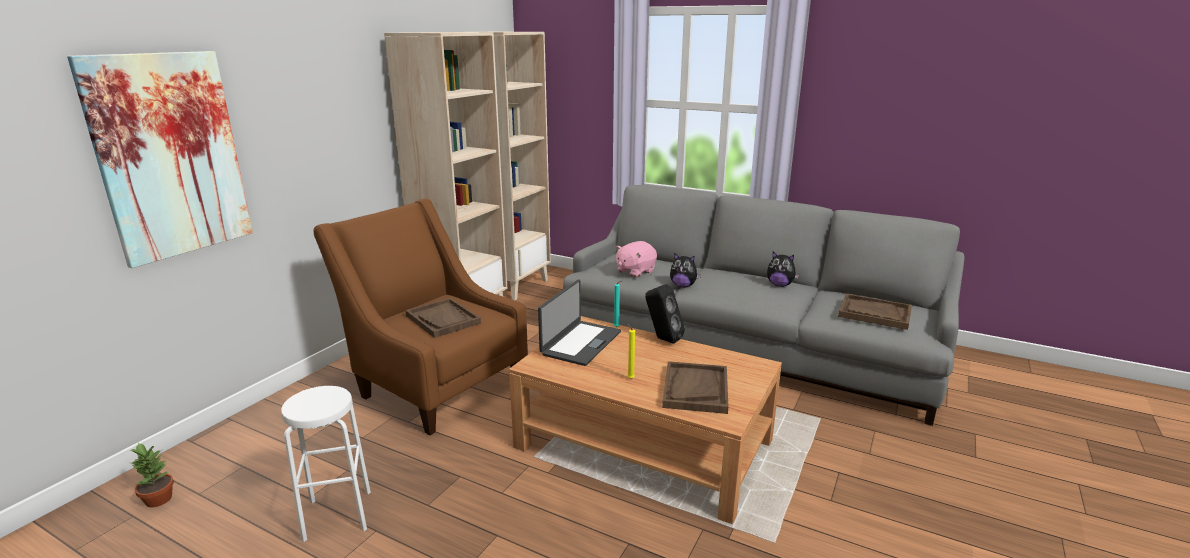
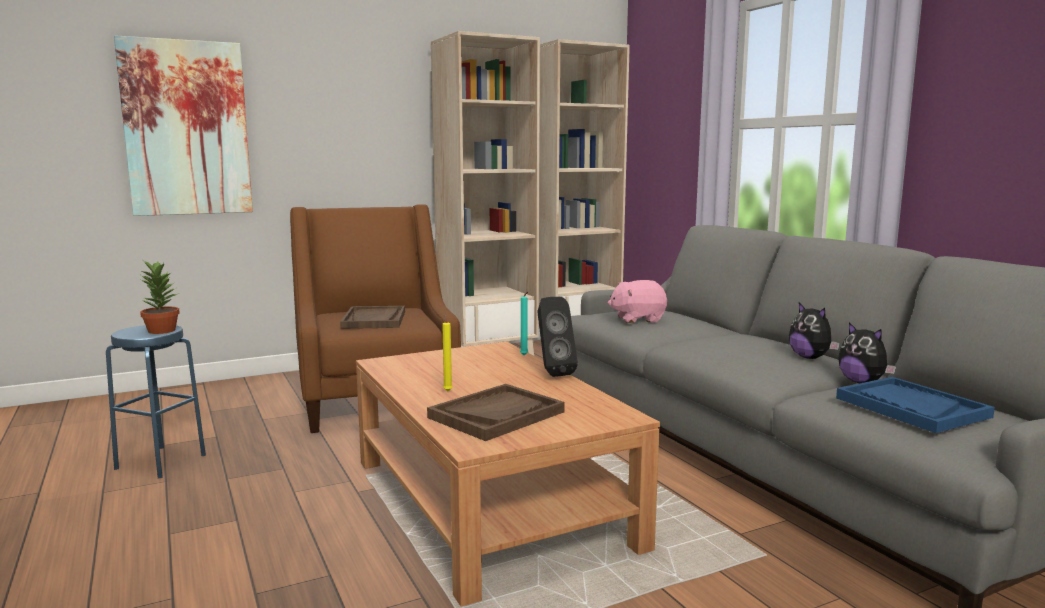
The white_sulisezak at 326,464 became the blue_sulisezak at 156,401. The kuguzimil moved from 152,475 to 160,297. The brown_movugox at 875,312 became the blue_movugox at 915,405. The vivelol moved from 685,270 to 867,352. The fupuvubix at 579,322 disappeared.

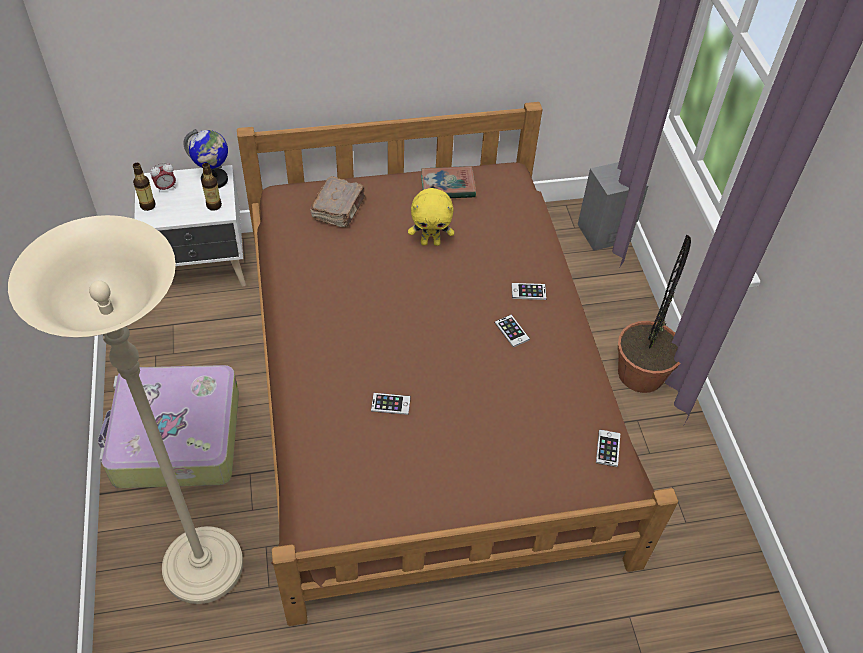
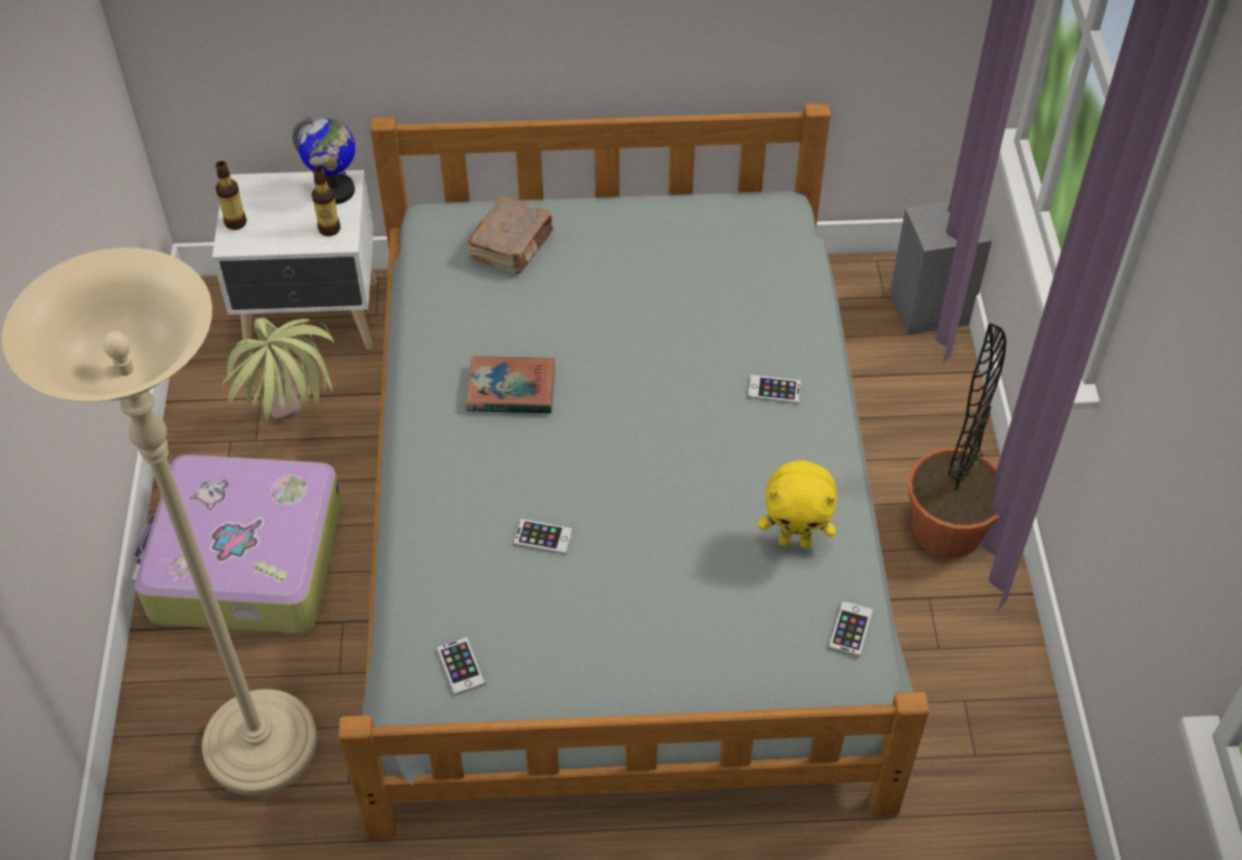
The kuguzimil at 278,370 appeared. The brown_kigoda at 457,364 became the grey_kigoda at 634,471. The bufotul moved from 512,331 to 461,666. The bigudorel moved from 448,182 to 510,384. The yellow_vivelol moved from 431,217 to 797,504. The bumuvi at 163,178 disappeared.

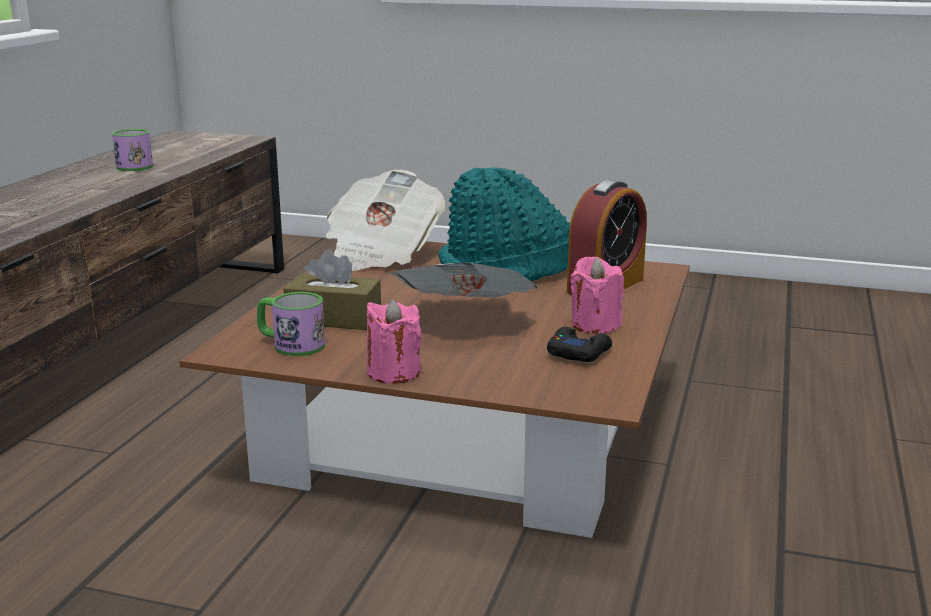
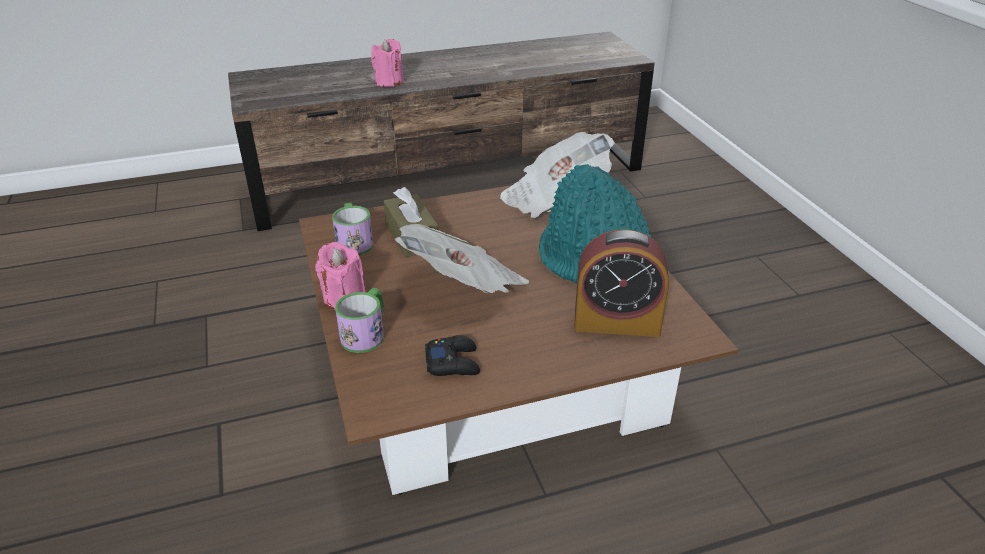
The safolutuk moved from 132,150 to 359,320. The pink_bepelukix moved from 597,295 to 387,63.

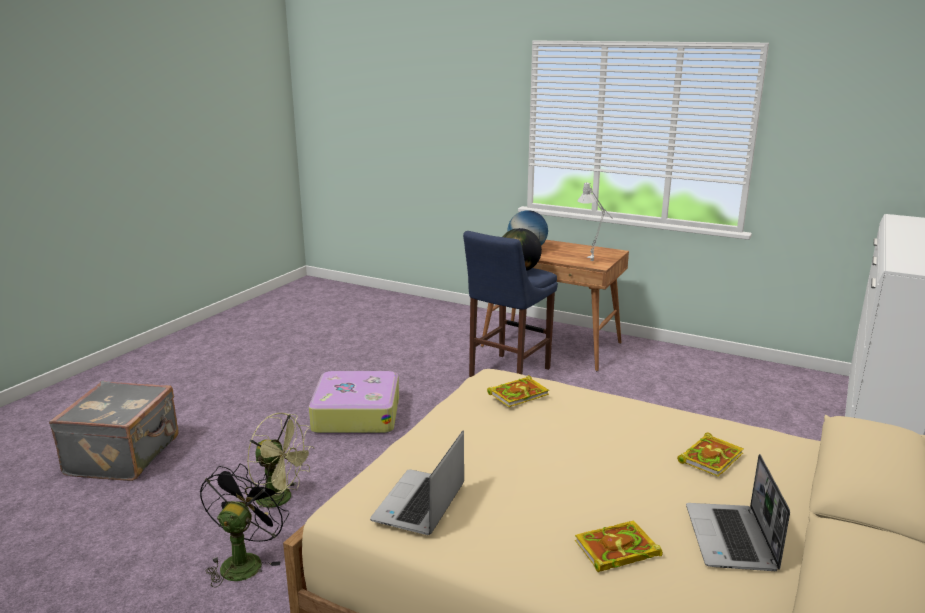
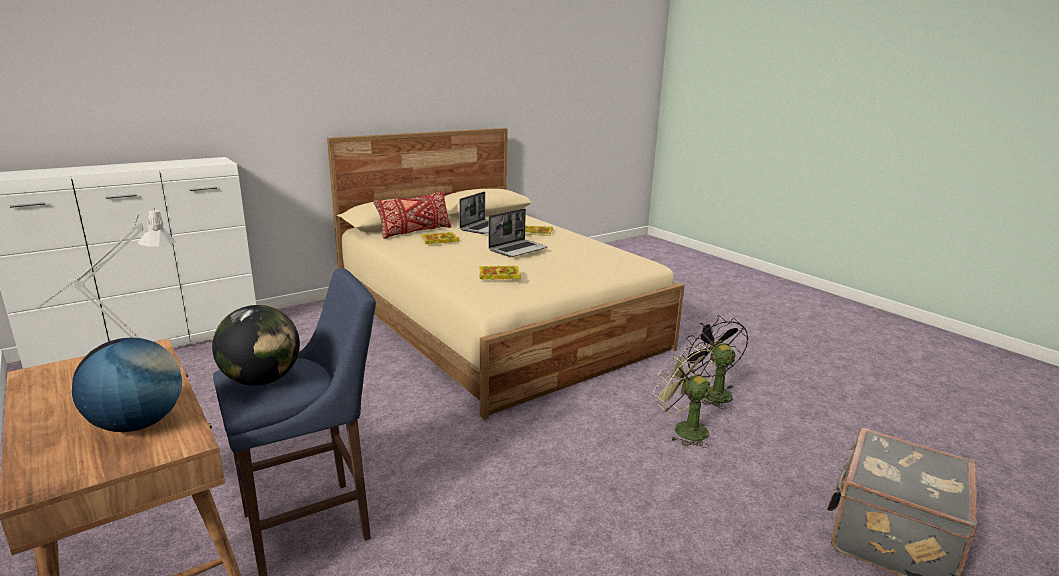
The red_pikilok at 412,215 appeared. The fupuvubix moved from 417,482 to 518,232. The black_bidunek at 244,526 turned 120 degrees clockwise. The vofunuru at 354,402 disappeared.

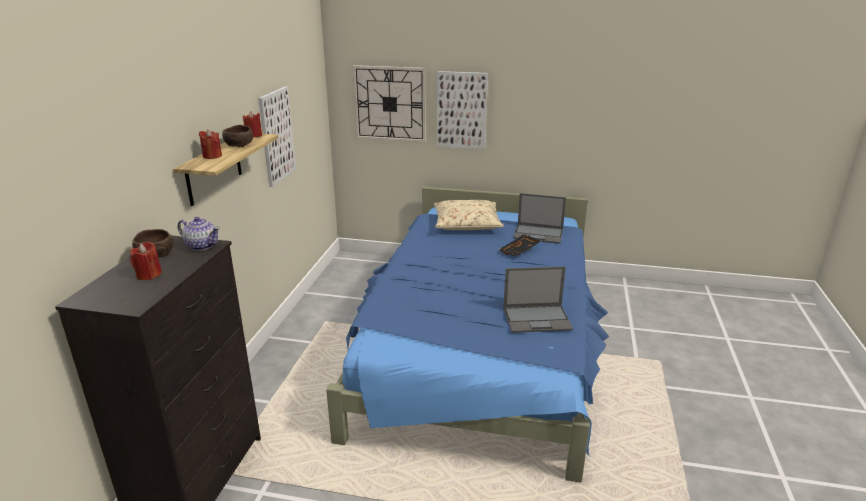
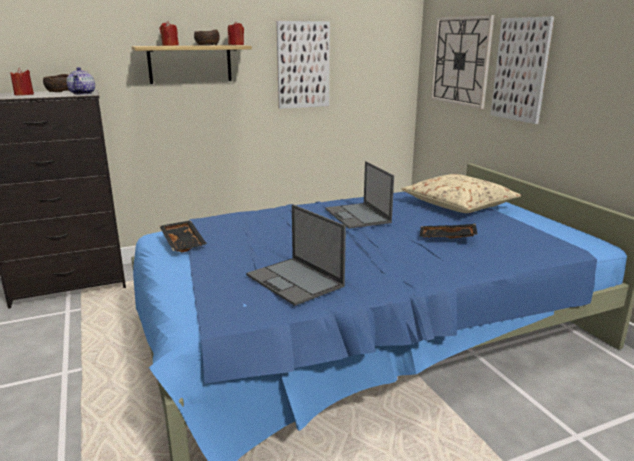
The black_movugox at 183,236 appeared. The fupuvubix moved from 539,218 to 359,195.

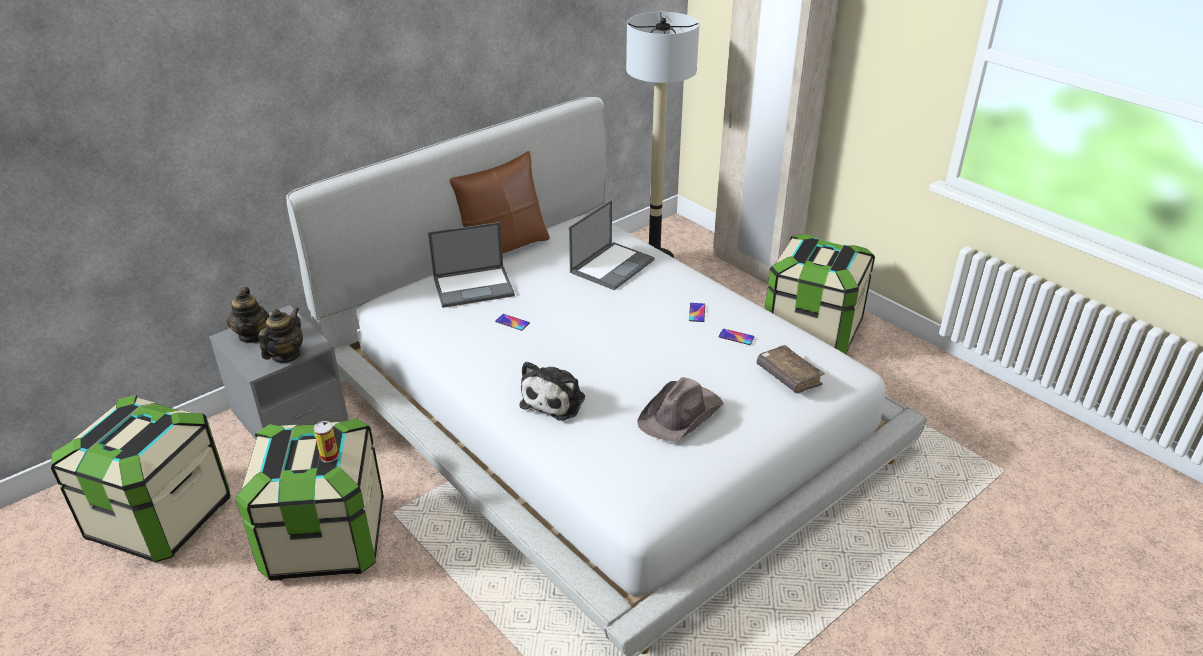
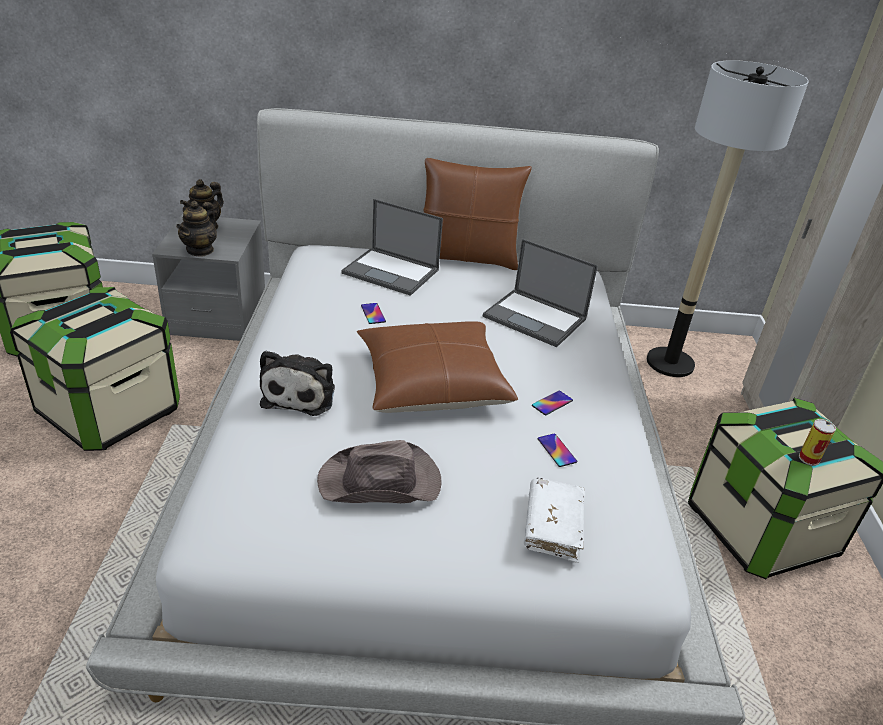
The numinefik at 280,335 turned 135 degrees clockwise. The vivelol at 552,391 turned 60 degrees counterclockwise. The brown_pikilok at 437,367 appeared. The fupuvubix at 611,245 turned 45 degrees clockwise. The brown_bigudorel at 791,369 became the white_bigudorel at 554,520. The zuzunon moved from 326,442 to 817,442.

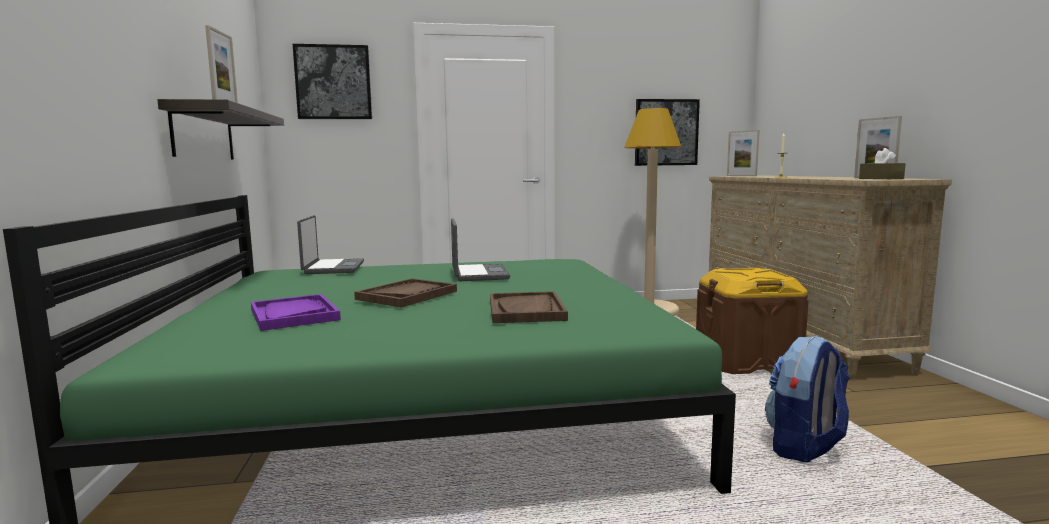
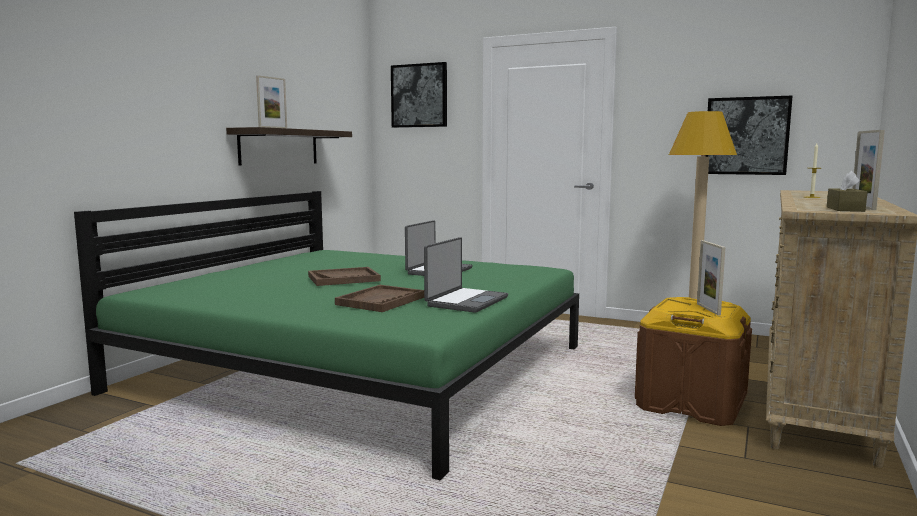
The fupuvubix moved from 330,244 to 466,275. The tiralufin moved from 743,153 to 711,277. The purple_movugox at 296,312 disappeared. The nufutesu at 807,399 disappeared.

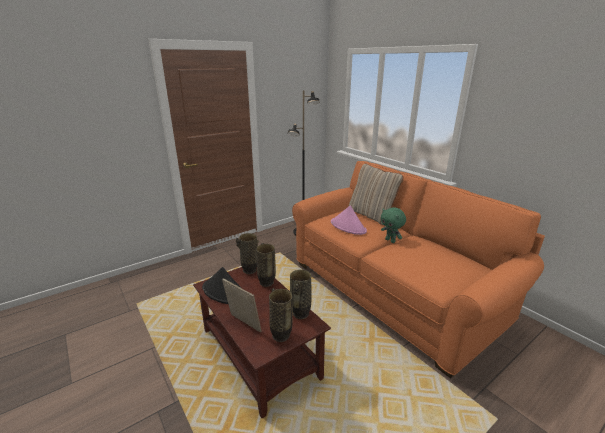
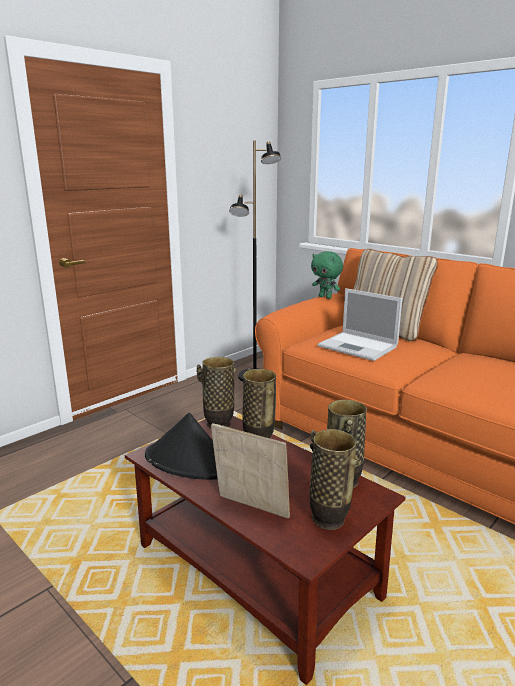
The green_vivelol moved from 393,225 to 327,275. The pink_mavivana at 349,220 was replaced by the fupuvubix at 360,324.

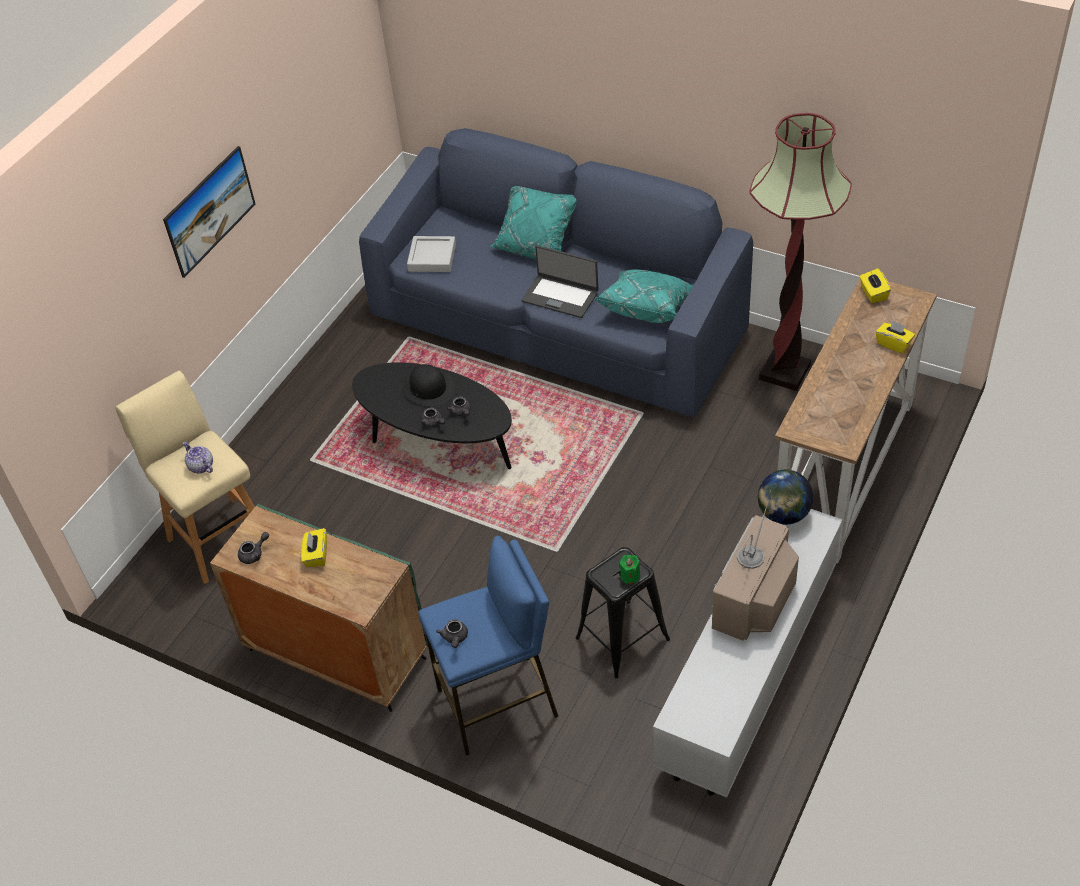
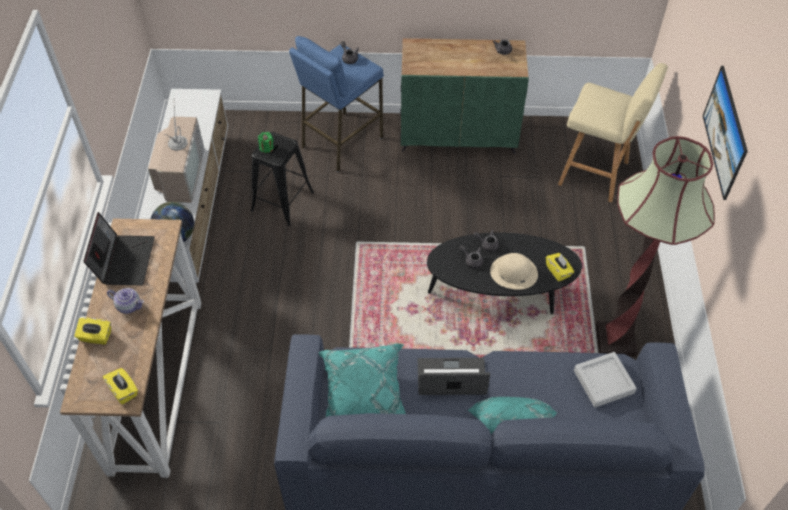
The fupuvubix at 119,248 appeared. The numinefik moved from 198,458 to 125,301. The black_mavivana at 428,385 became the beige_mavivana at 514,271. The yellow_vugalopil moved from 314,547 to 560,267. The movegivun moved from 800,252 to 655,246.

